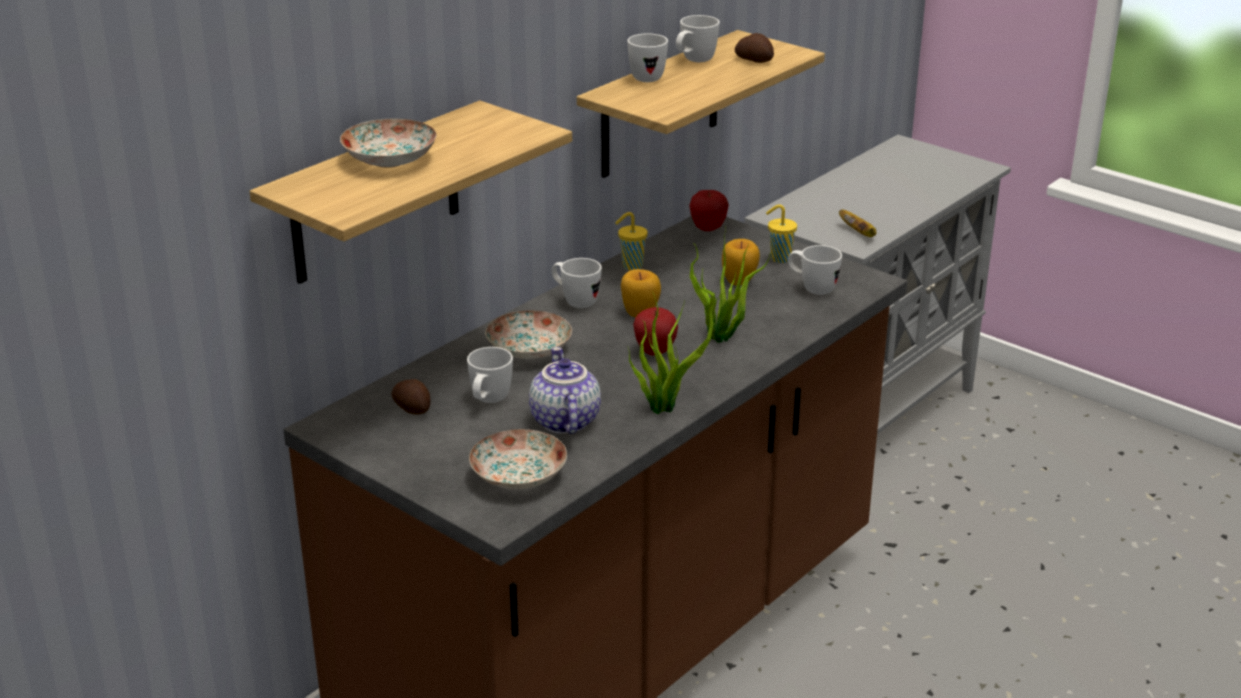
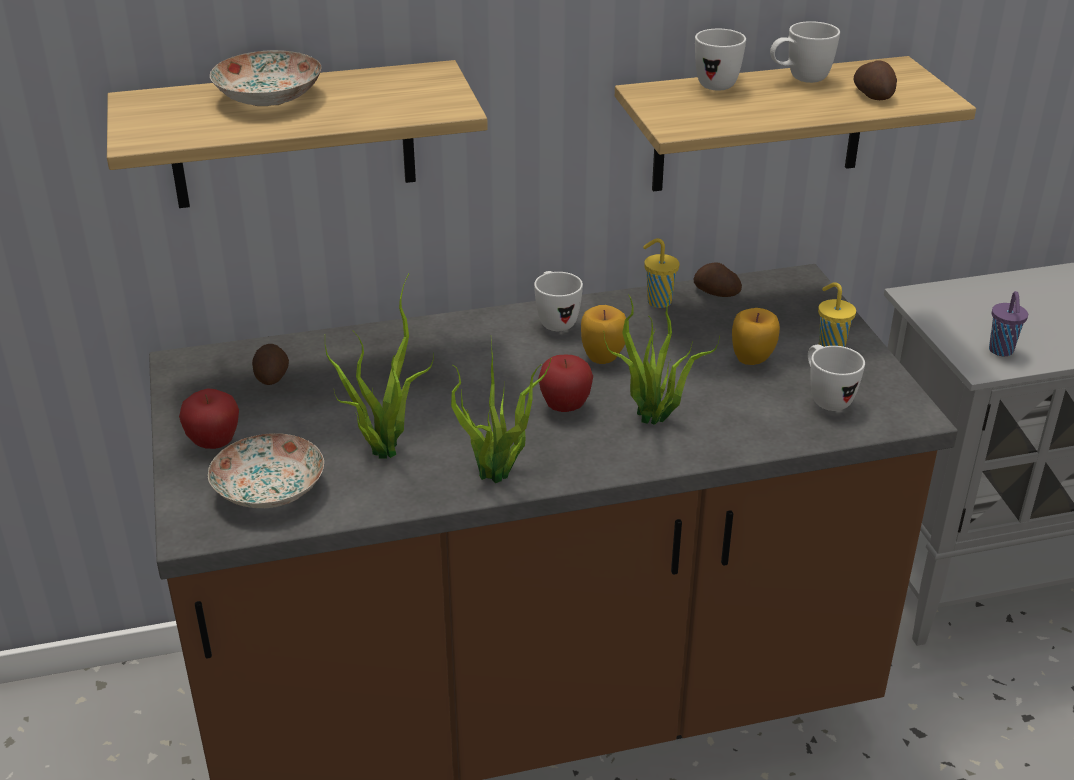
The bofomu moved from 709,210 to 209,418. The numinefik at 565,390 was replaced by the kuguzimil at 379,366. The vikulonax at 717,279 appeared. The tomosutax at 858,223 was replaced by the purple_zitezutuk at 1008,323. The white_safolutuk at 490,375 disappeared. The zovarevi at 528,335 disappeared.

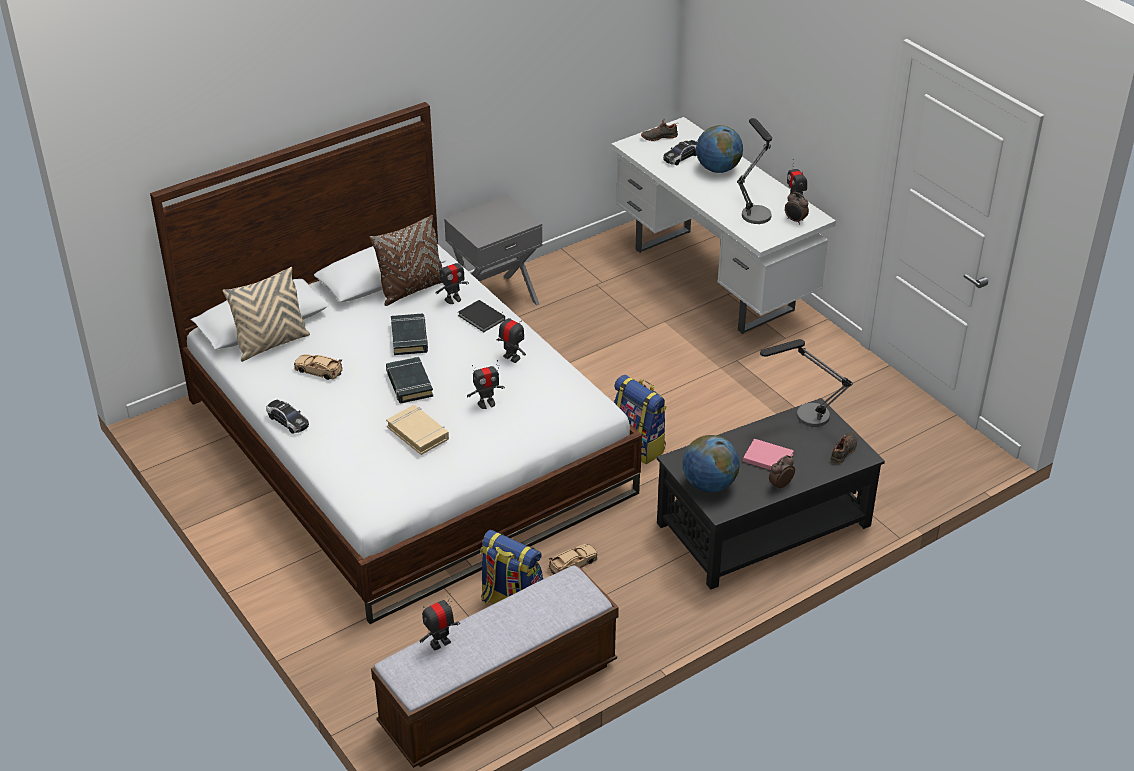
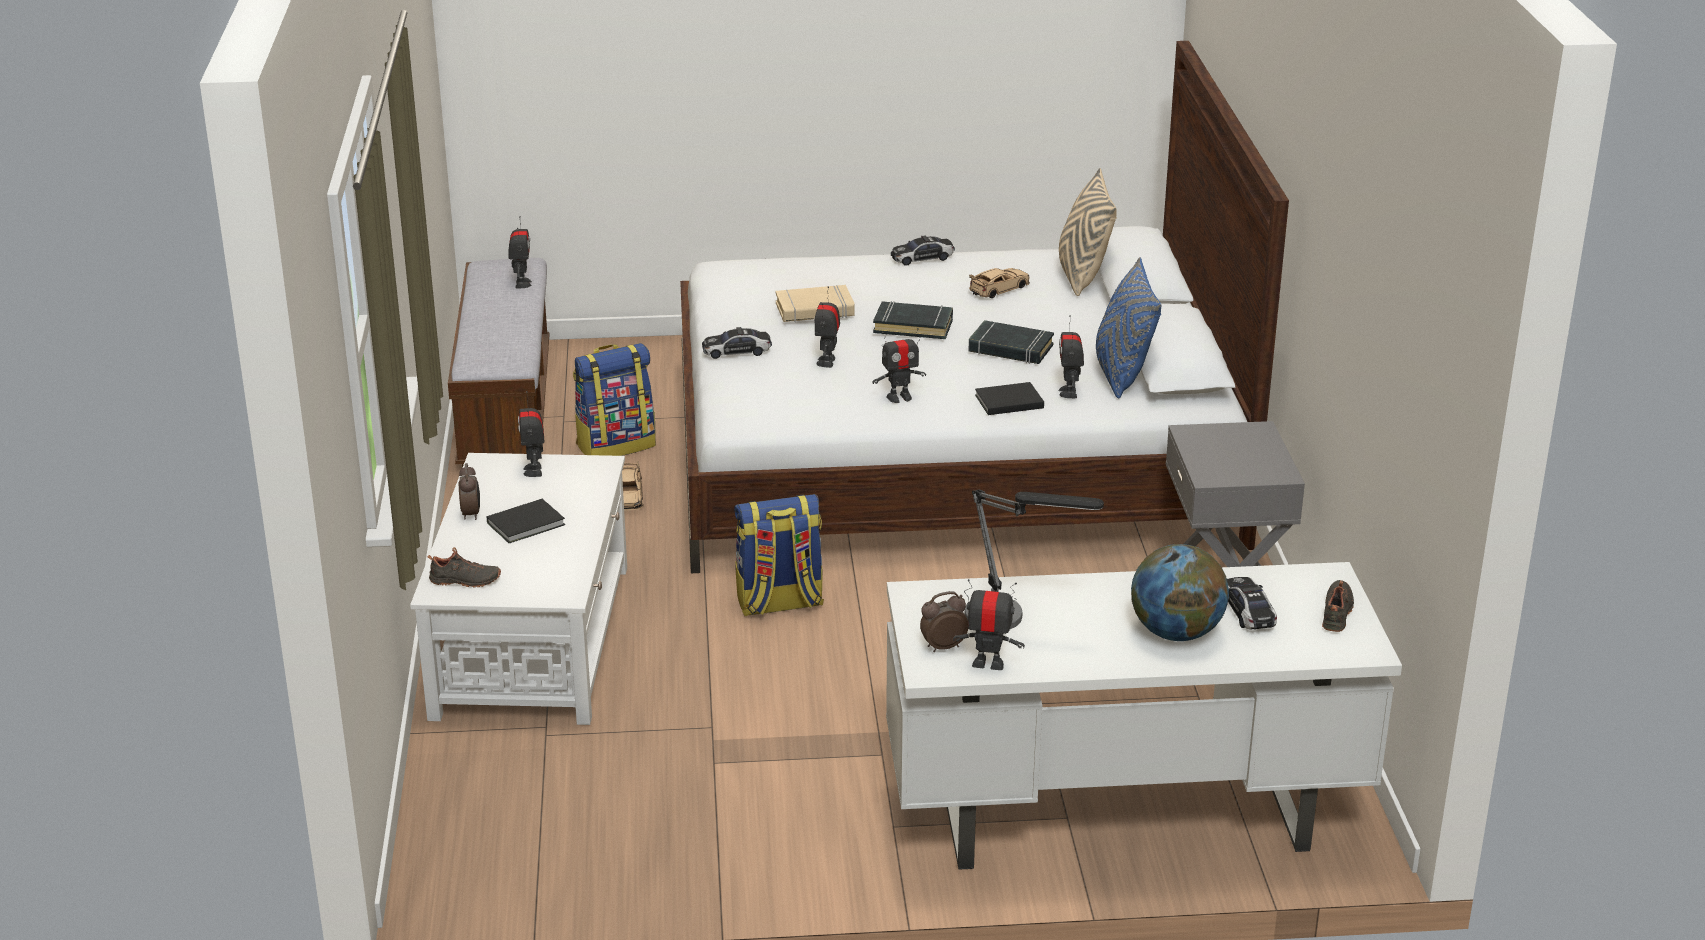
The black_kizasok at 771,494 became the white_kizasok at 518,589. The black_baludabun at 844,447 turned 60 degrees counterclockwise. The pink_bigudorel at 768,454 became the black_bigudorel at 526,521. The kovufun at 711,463 was replaced by the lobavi at 531,434. The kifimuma at 737,343 appeared. The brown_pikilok at 405,260 became the blue_pikilok at 1128,328. The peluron at 806,383 disappeared.

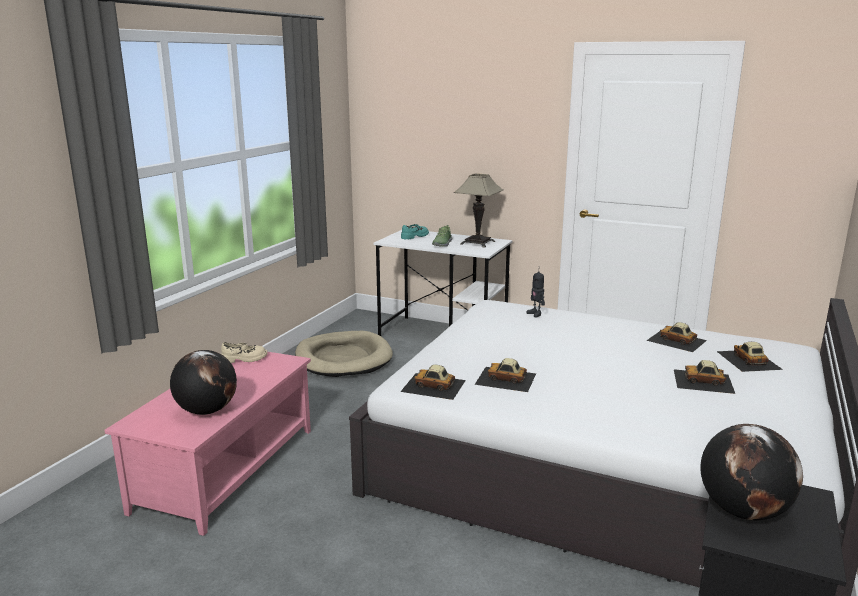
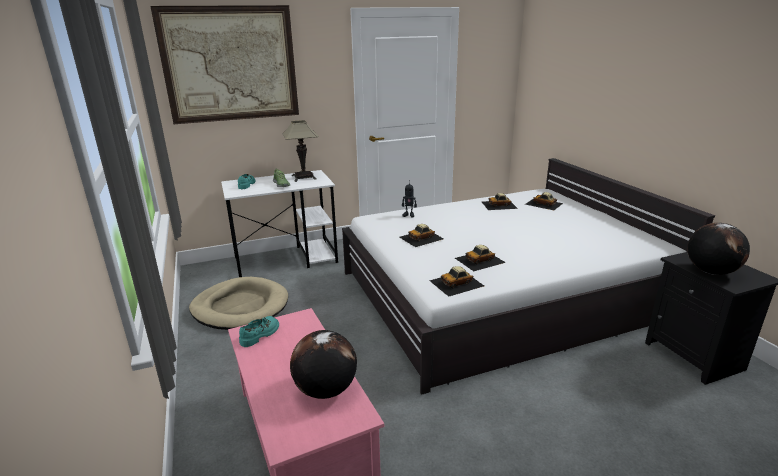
The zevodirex at 224,64 appeared. The beige_baludabun at 244,352 became the turquoise_baludabun at 259,331. The kifimuma moved from 704,377 to 421,235.

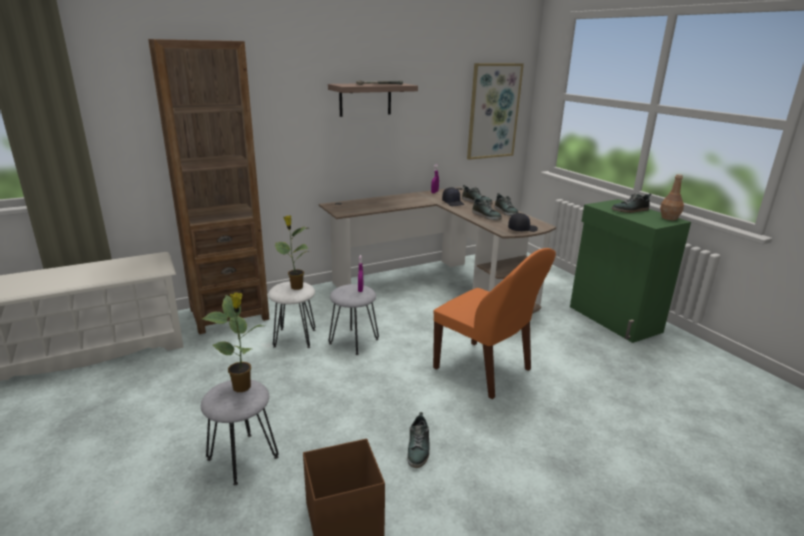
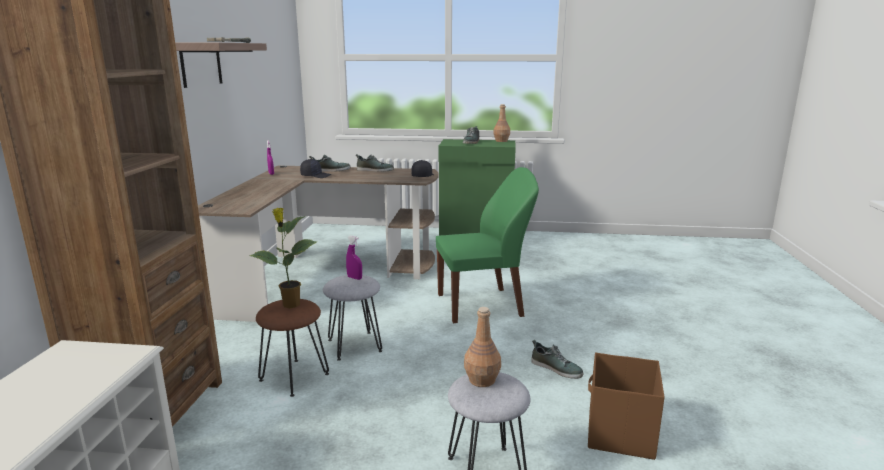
The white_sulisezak at 291,314 became the brown_sulisezak at 292,348. The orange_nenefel at 494,323 became the green_nenefel at 487,245. The kuguzimil at 232,342 was replaced by the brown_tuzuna at 482,347. The zevodirex at 495,111 disappeared. The baludabun at 487,208 disappeared.

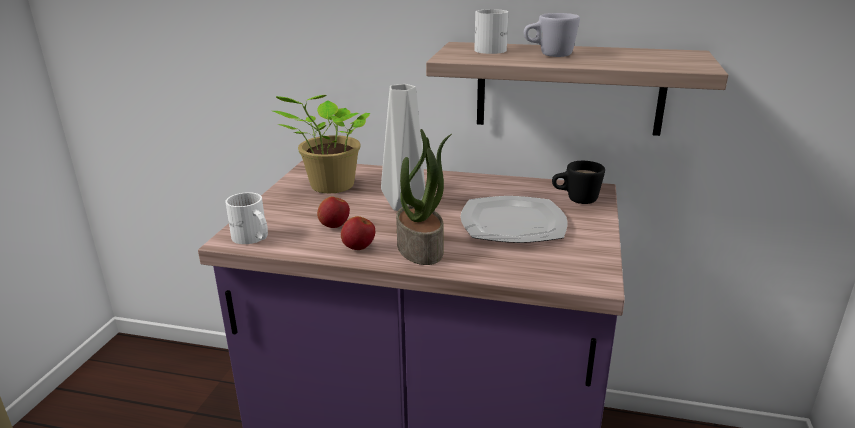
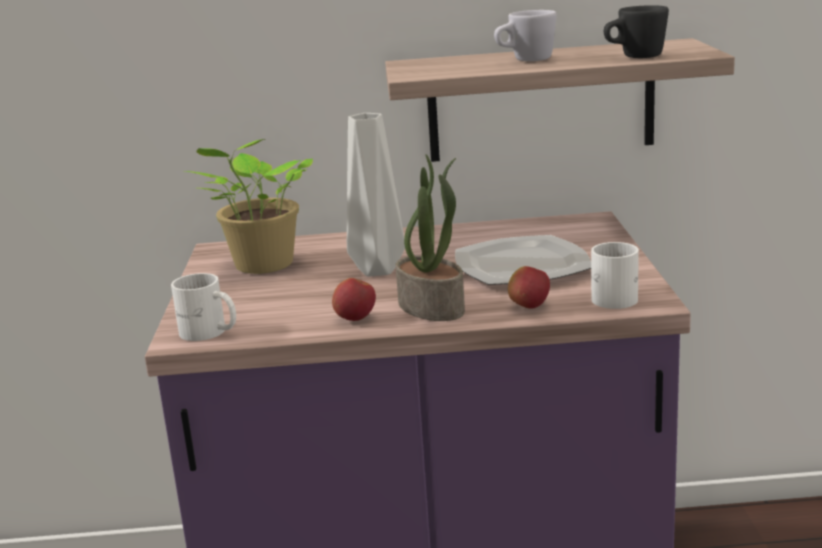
The bofomu moved from 333,212 to 529,287. The white_safolutuk moved from 491,31 to 615,275. The black_safolutuk moved from 578,182 to 636,31.

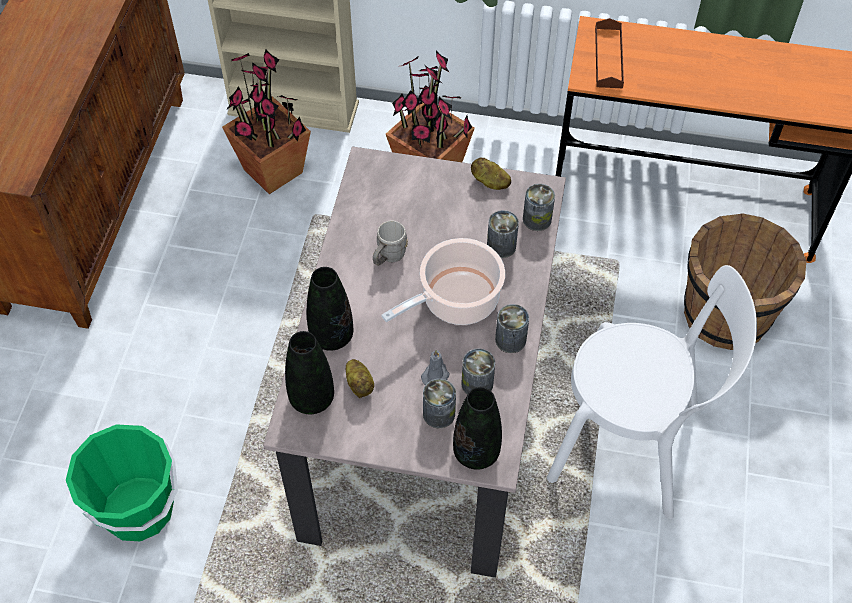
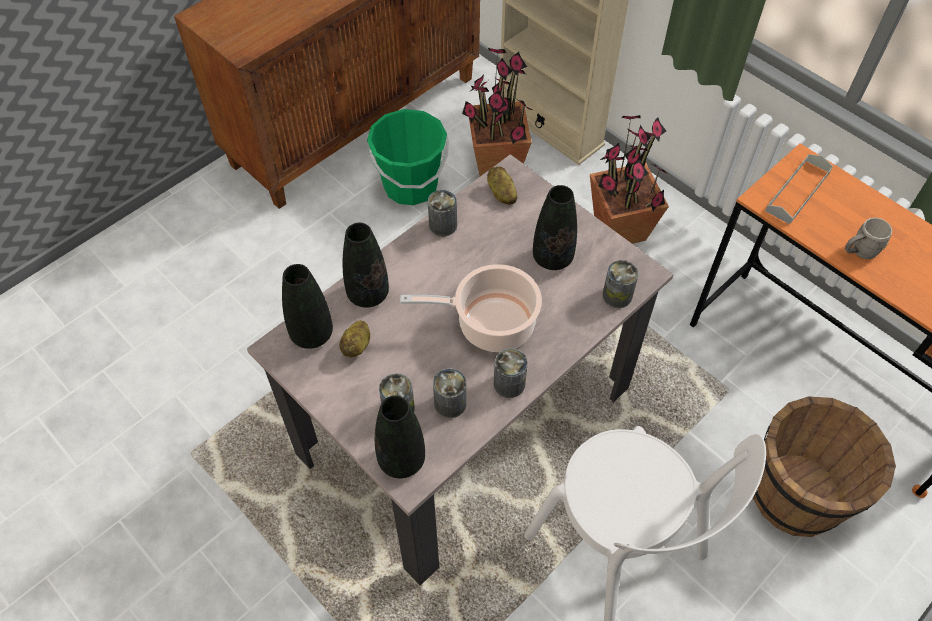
The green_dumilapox moved from 122,482 to 408,157. The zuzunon moved from 503,234 to 442,213. The vikulonax moved from 491,174 to 502,186. The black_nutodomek at 555,227 appeared. The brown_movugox at 609,53 became the grey_movugox at 799,189. The grey_safolutuk moved from 390,243 to 868,238. The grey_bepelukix at 435,367 disappeared.

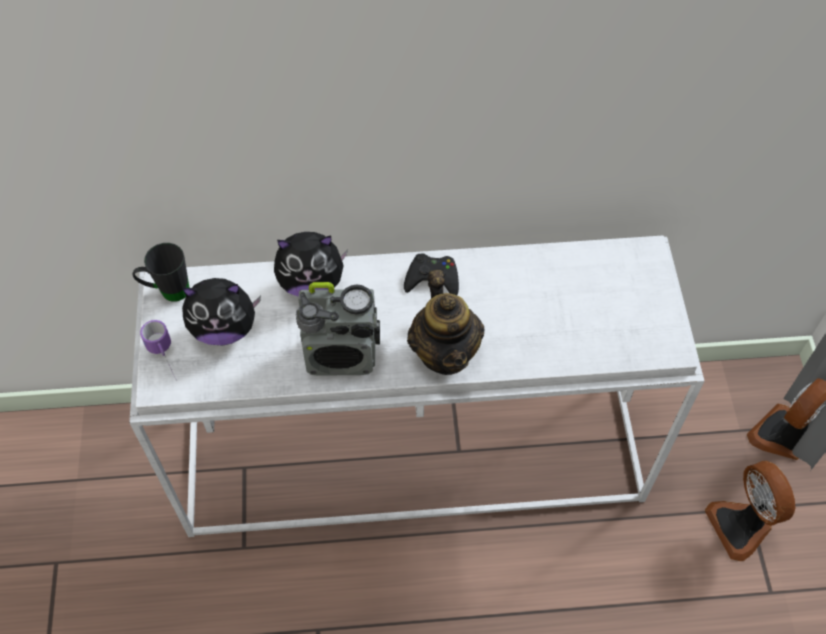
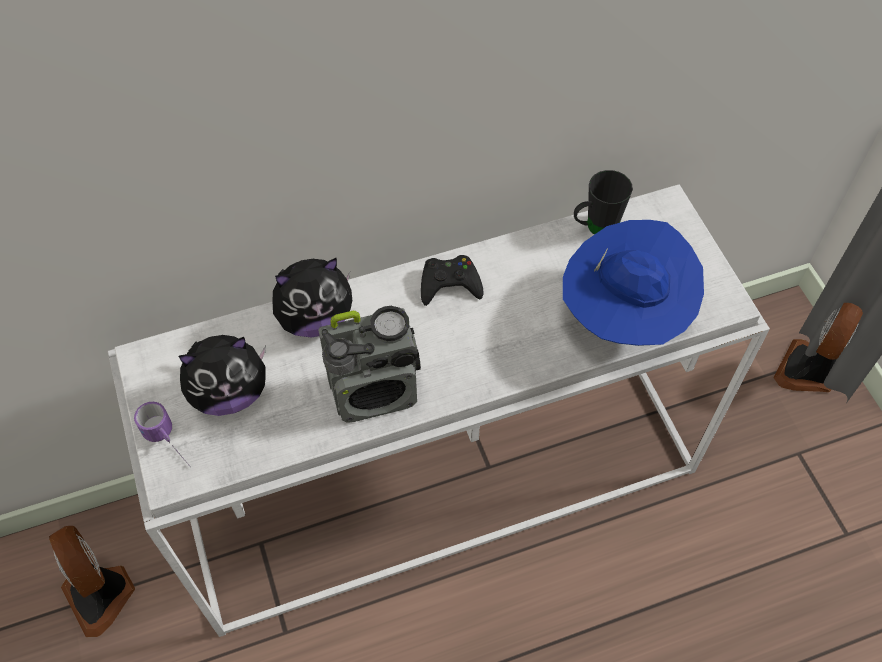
The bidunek moved from 749,511 to 92,581. The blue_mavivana at 633,283 appeared. The black_safolutuk moved from 160,272 to 603,202. The numinefik at 446,322 disappeared.

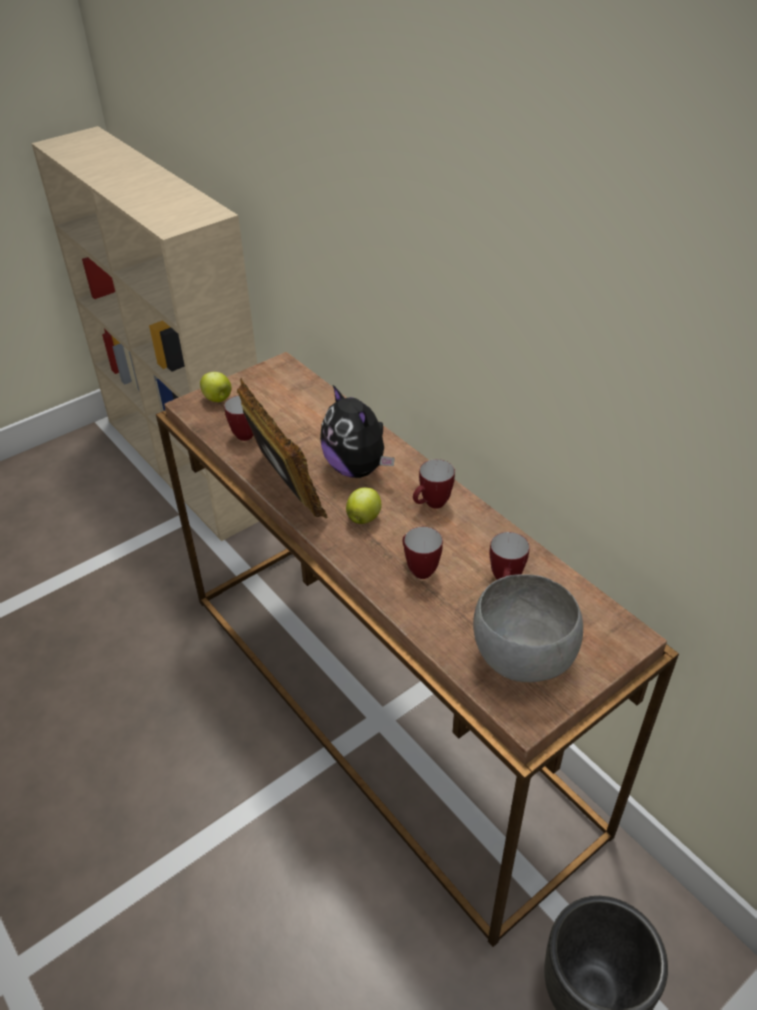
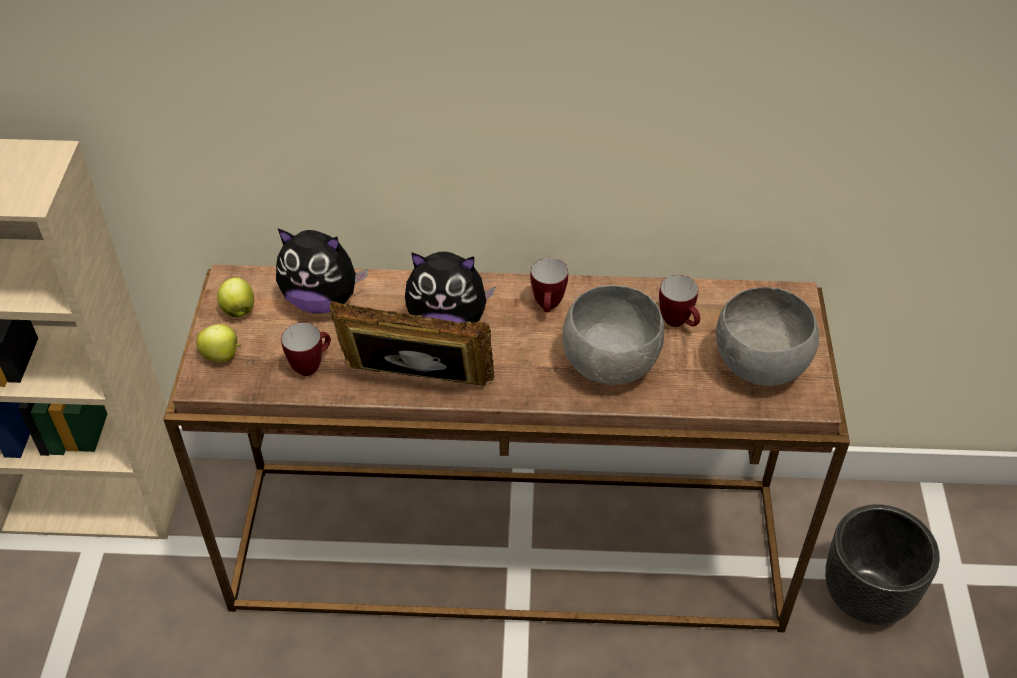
The bofomu moved from 363,505 to 235,297. The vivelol at 322,271 appeared. The safolutuk at 422,553 was replaced by the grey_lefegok at 613,335.

